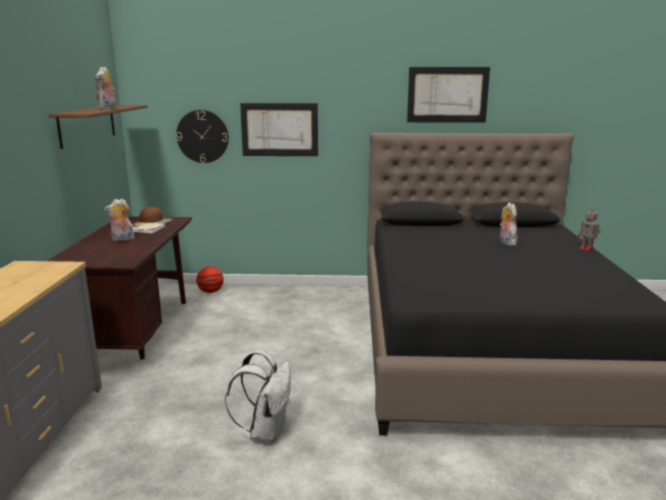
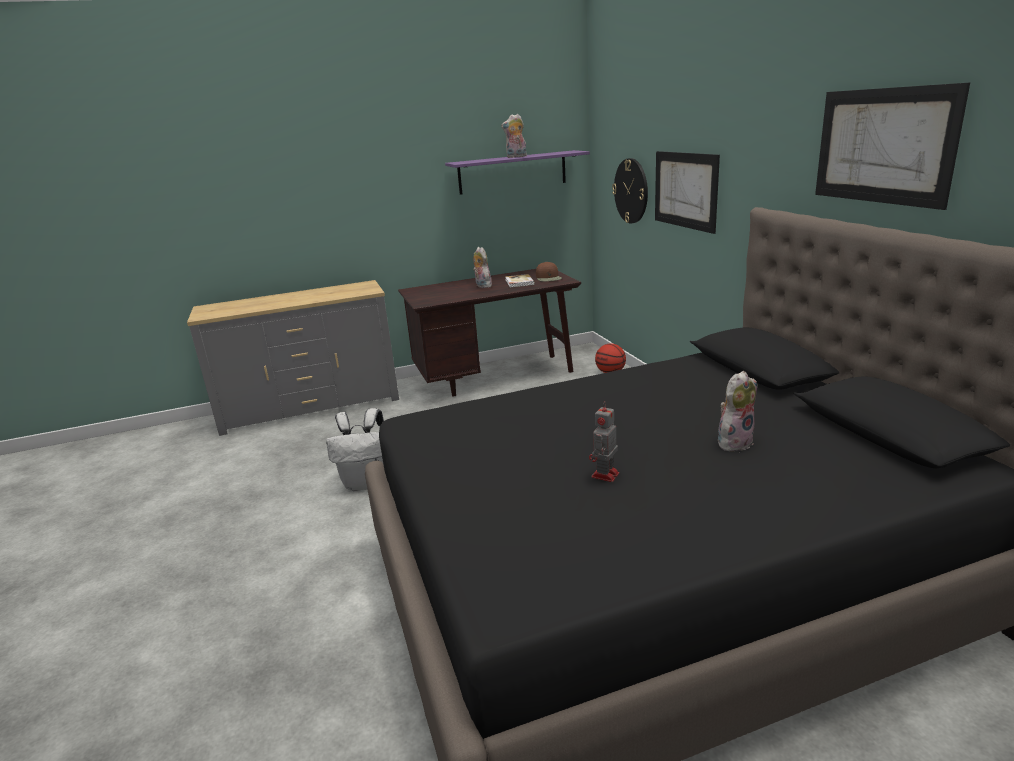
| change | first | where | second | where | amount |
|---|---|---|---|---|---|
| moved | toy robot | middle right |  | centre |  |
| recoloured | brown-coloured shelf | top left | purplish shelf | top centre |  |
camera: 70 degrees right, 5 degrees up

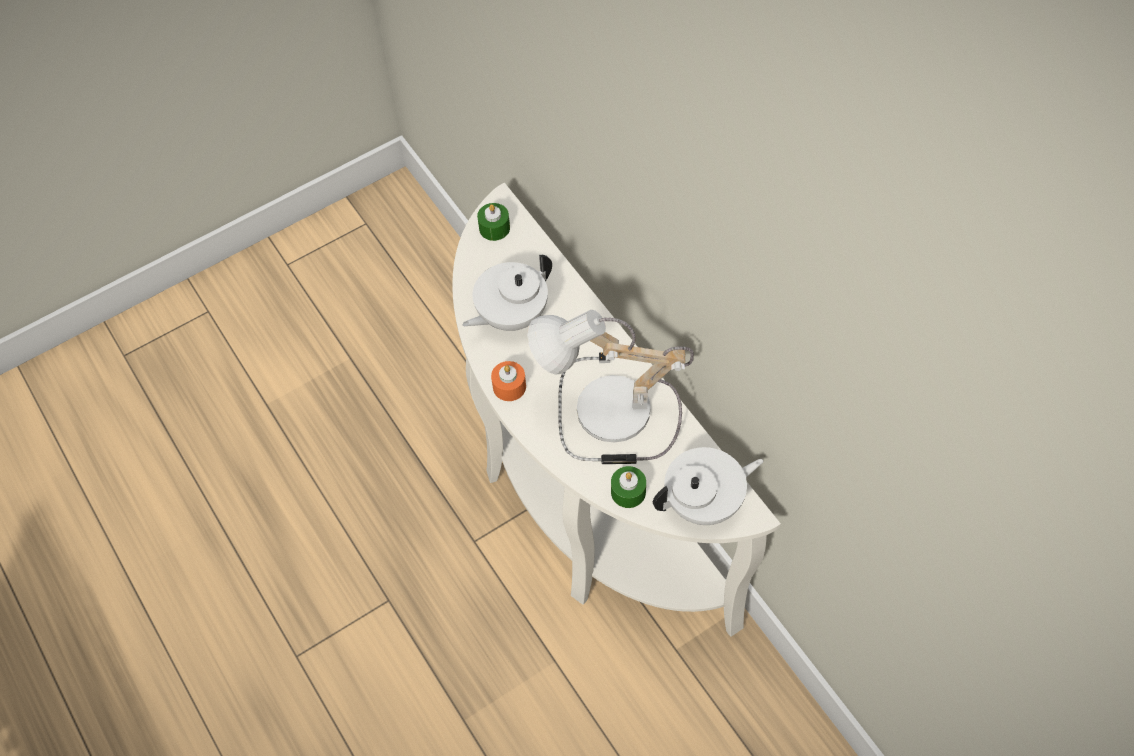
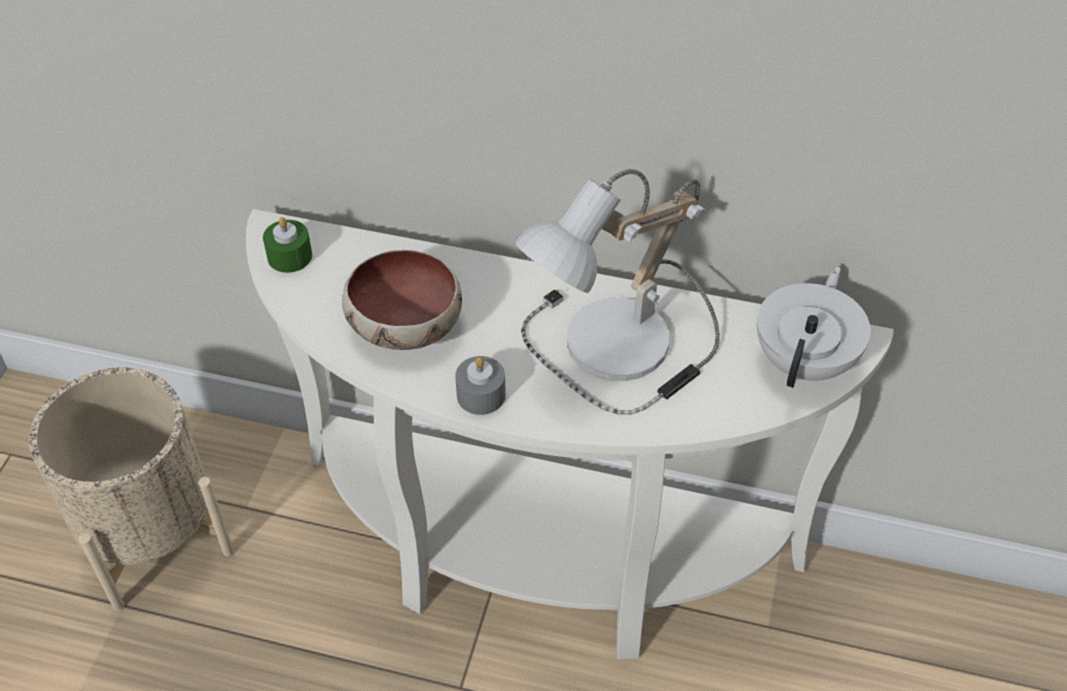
| change | first | where | second | where | amount |
|---|---|---|---|---|---|
| removed | green wax candle (2nd from left) | centre |  |  |  |
| added |  |  | sand-coloured planter | bottom left |  |
| replaced | white-coloured pot for tea (1st from left) | centre | serving bowl | centre |  |
| recoloured | orangey wax candle | centre | grey wax candle | centre |  |
camera: 45 degrees left, 10 degrees down

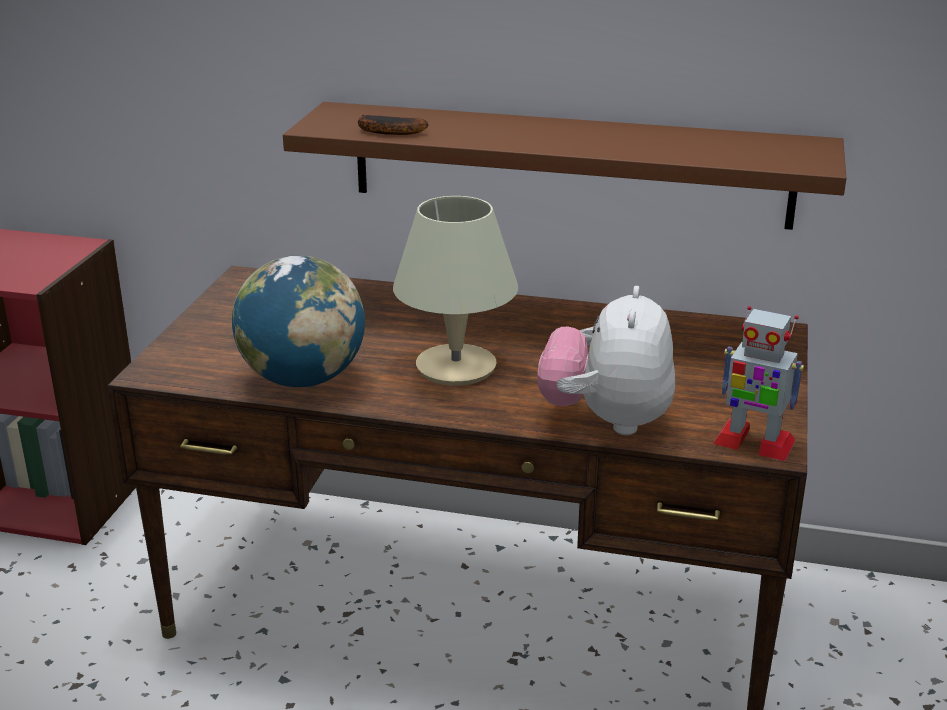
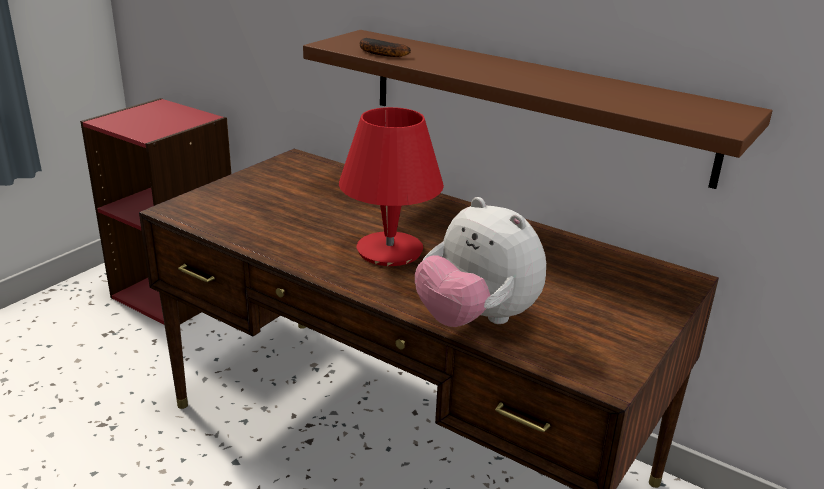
| change | first | where | second | where | amount |
|---|---|---|---|---|---|
| removed | globe | middle left |  |  |  |
| removed | toy robot | middle right |  |  |  |
| recoloured | sand-coloured table lamp | centre | reddish table lamp | centre |  |
| turned | cuddly toy | centre |  | centre | 75 degrees counterclockwise |
camera: 20 degrees right, 0 degrees up

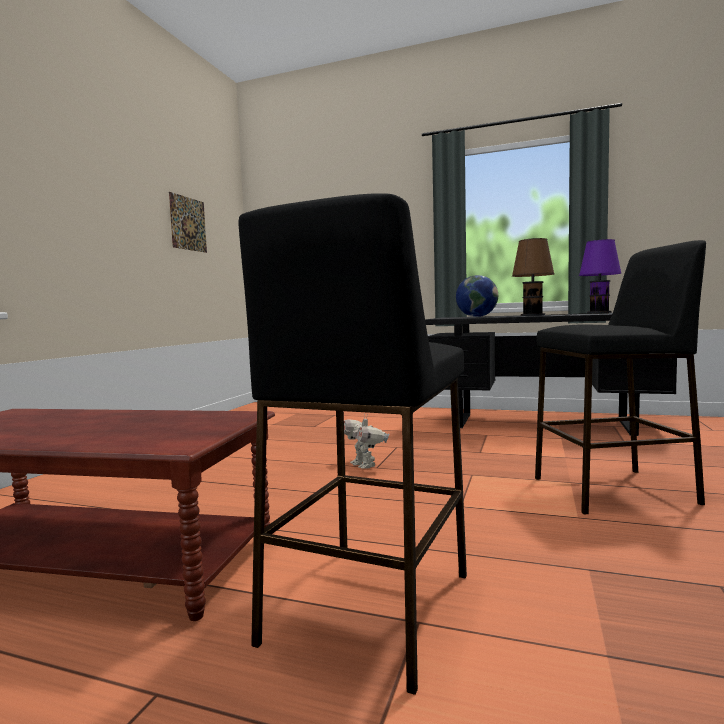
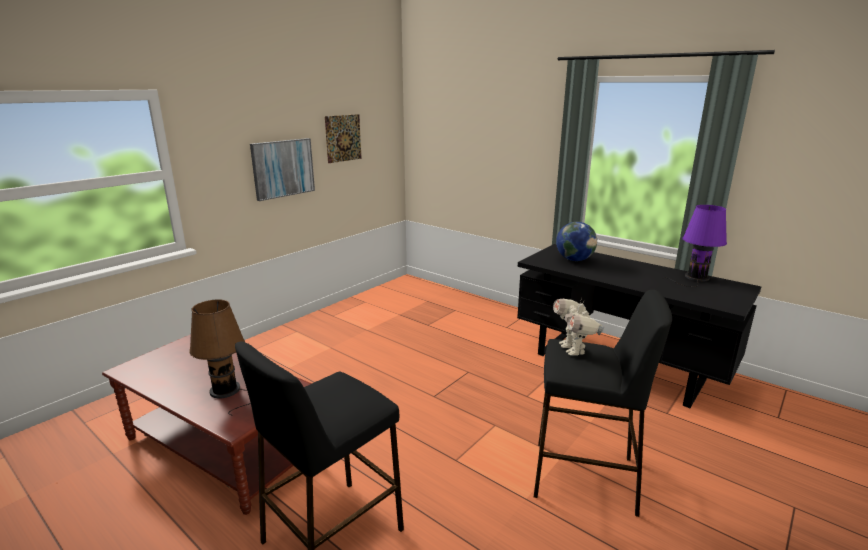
| change | first | where | second | where | amount |
|---|---|---|---|---|---|
| added |  |  | wall art (1st from left) | top left |  |
| moved | toy robot | centre |  | middle right |  |
| moved | brown-coloured table lamp | middle right |  | middle left |  |
camera: 20 degrees right, 15 degrees up

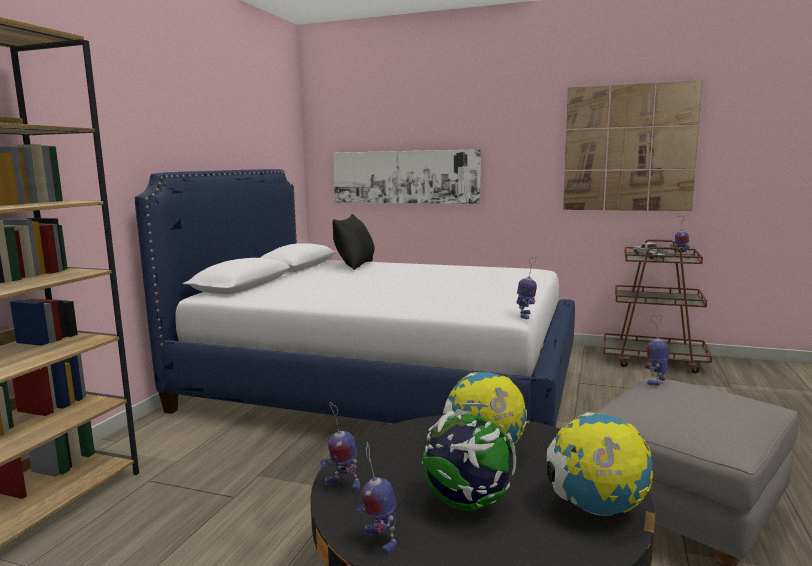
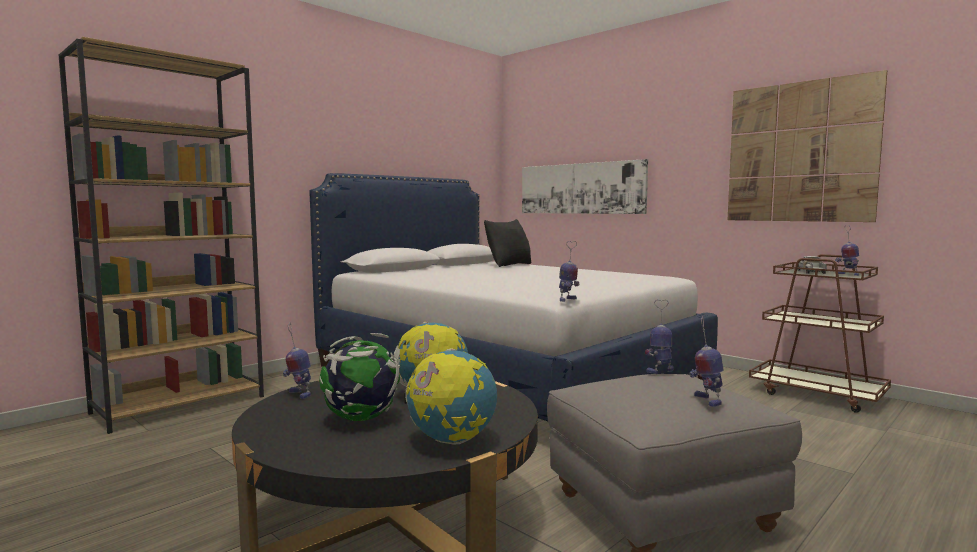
| change | first | where | second | where | amount |
|---|---|---|---|---|---|
| moved | toy robot (2nd from left in the first image) | bottom centre | toy robot (4th from left) | middle right |  |
camera: 25 degrees right, 5 degrees down

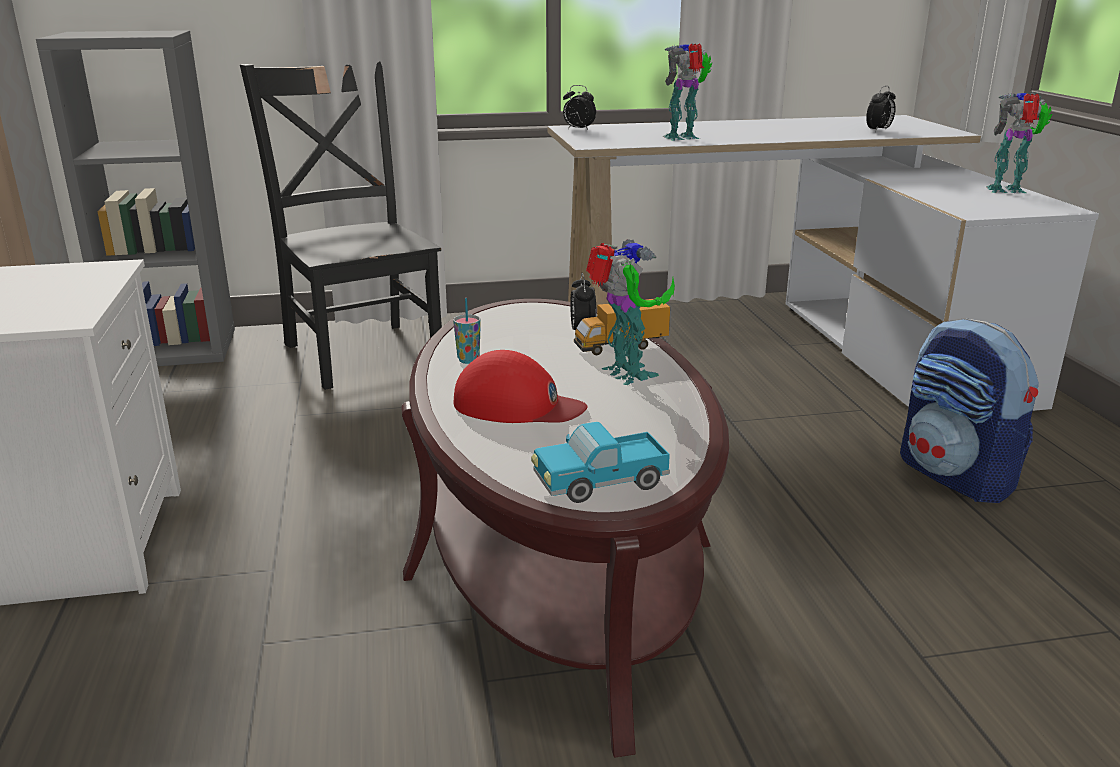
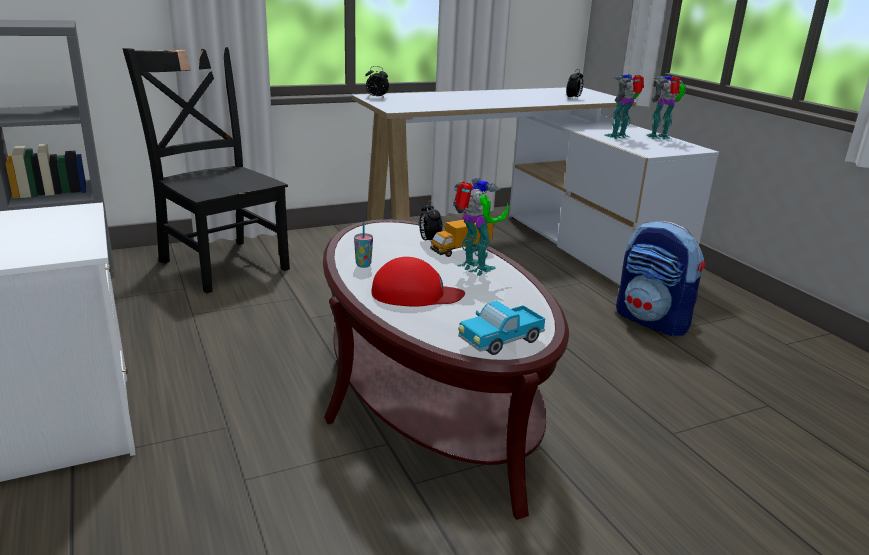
| change | first | where | second | where | amount |
|---|---|---|---|---|---|
| moved | toy robot (2nd from left) | top centre |  | top right |  |
camera: 15 degrees left, 0 degrees up

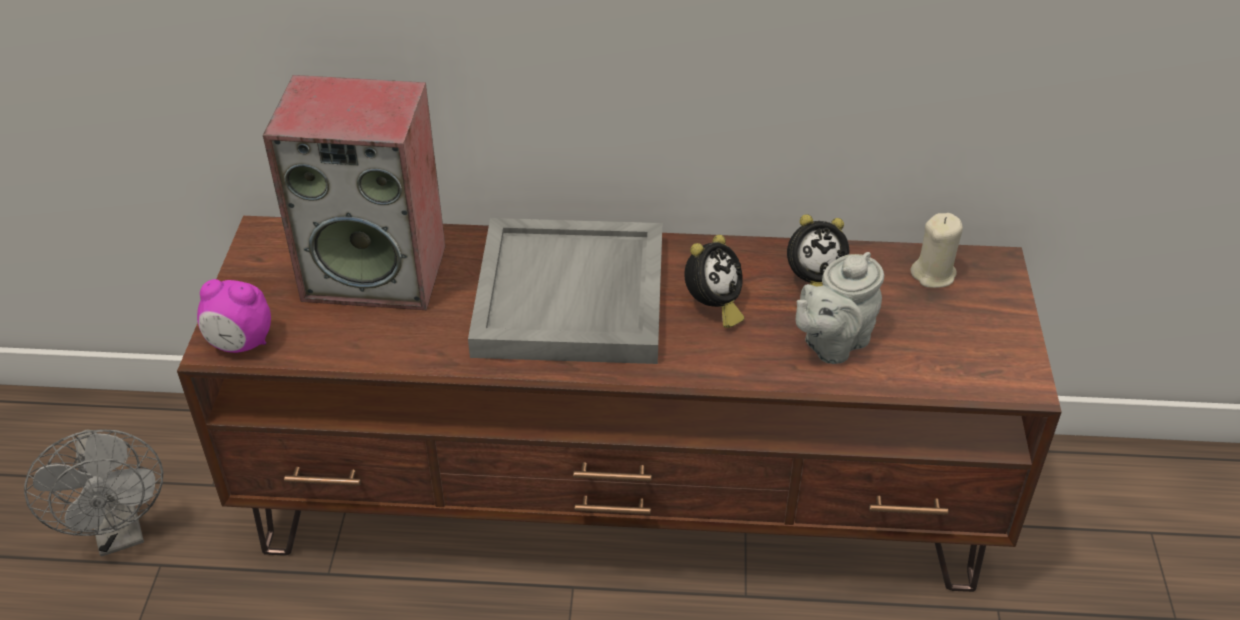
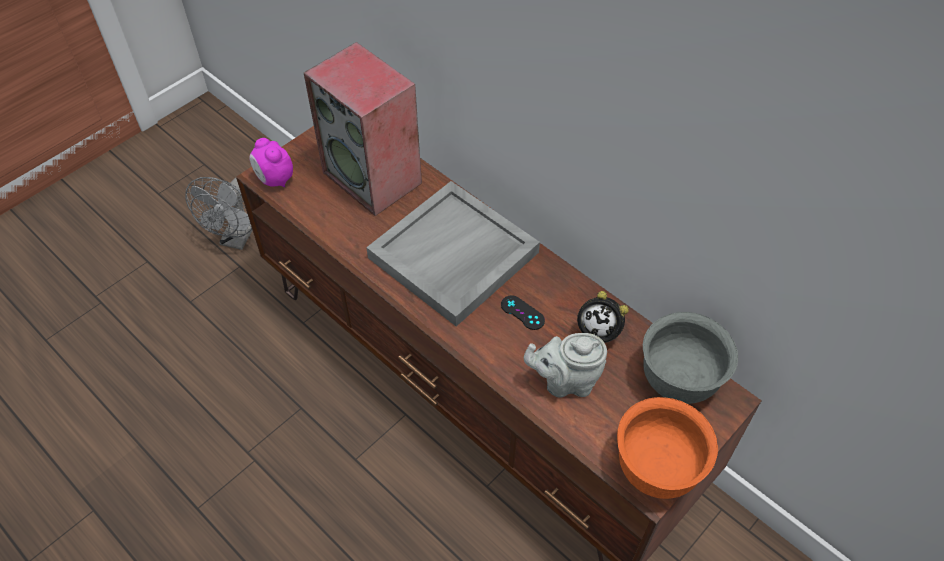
| change | first | where | second | where | amount |
|---|---|---|---|---|---|
| added |  |  | orangey serving bowl | bottom right |  |
| replaced | bedside clock (2nd from left) | centre | blackish gamepad | centre |  |
| replaced | sand-coloured wax candle | middle right | grey serving bowl | middle right |  |
camera: 40 degrees right, 10 degrees up

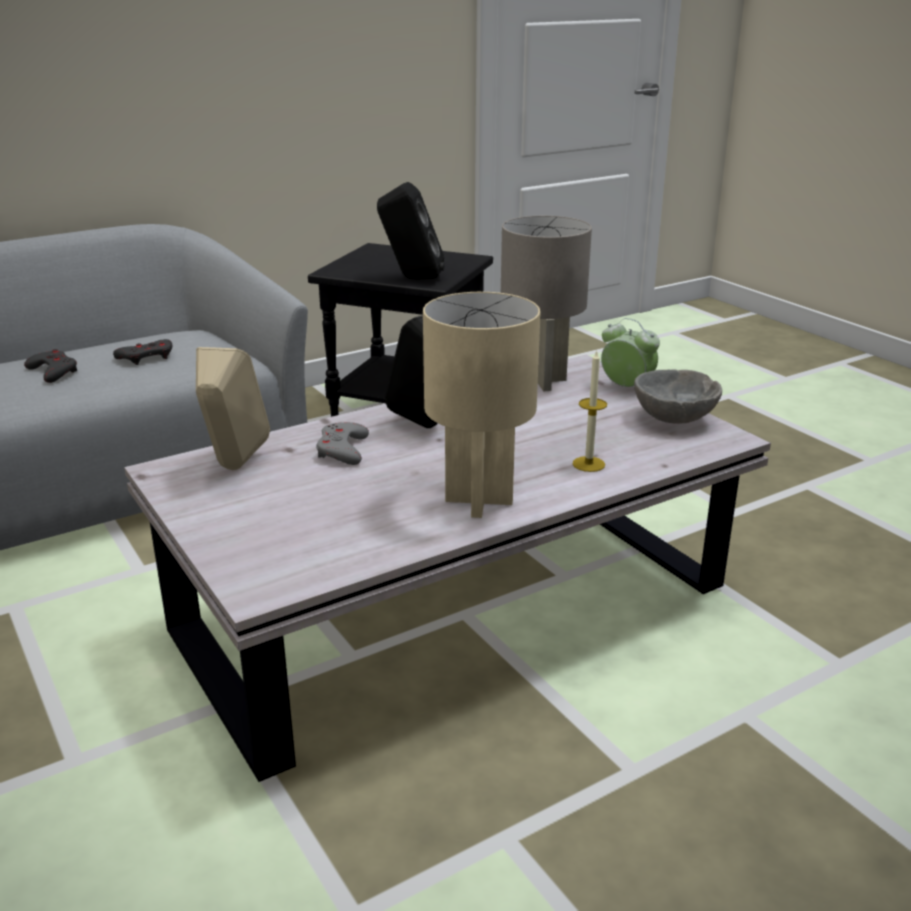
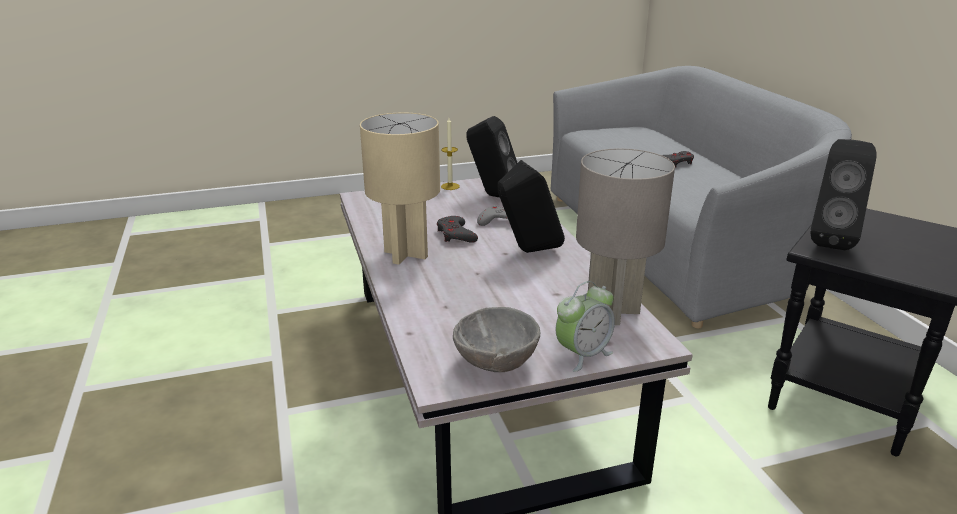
| change | first | where | second | where | amount |
|---|---|---|---|---|---|
| moved | grey gamepad (2nd from left in the first image) | middle left | grey gamepad (1st from left) | centre |  |
| moved | wax candle | centre |  | top centre |  |
| recoloured | sand-coloured speaker | middle left | blackish speaker (1st from left) | top centre |  |
camera: 105 degrees right, 0 degrees up

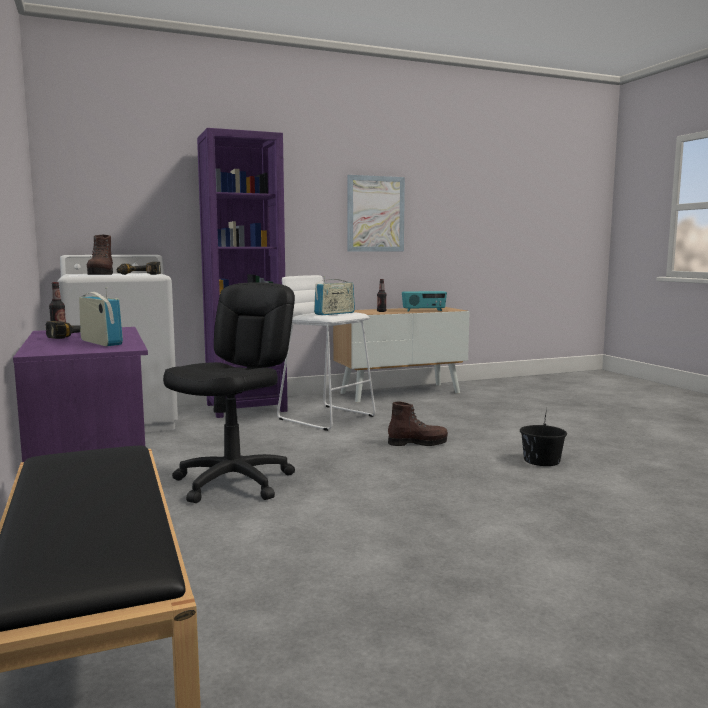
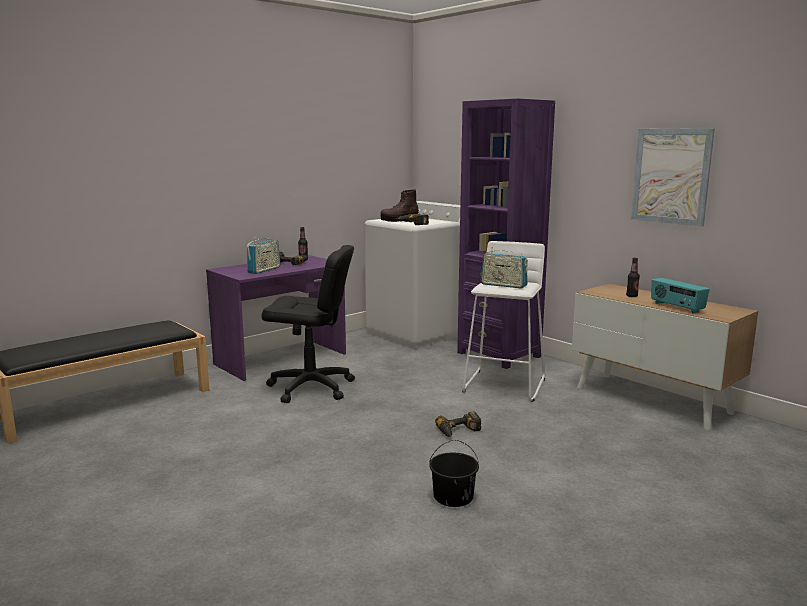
| change | first | where | second | where | amount |
|---|---|---|---|---|---|
| replaced | brown-coloured boot (2nd from left) | centre | power drill (3rd from left) | bottom centre |  |
camera: 70 degrees right, 5 degrees up

